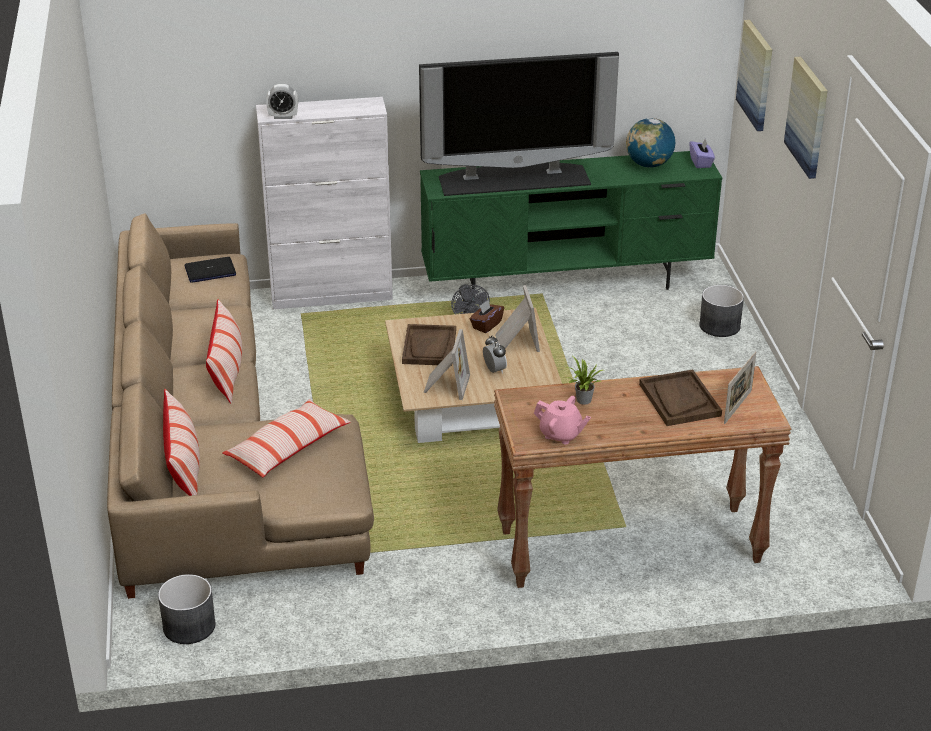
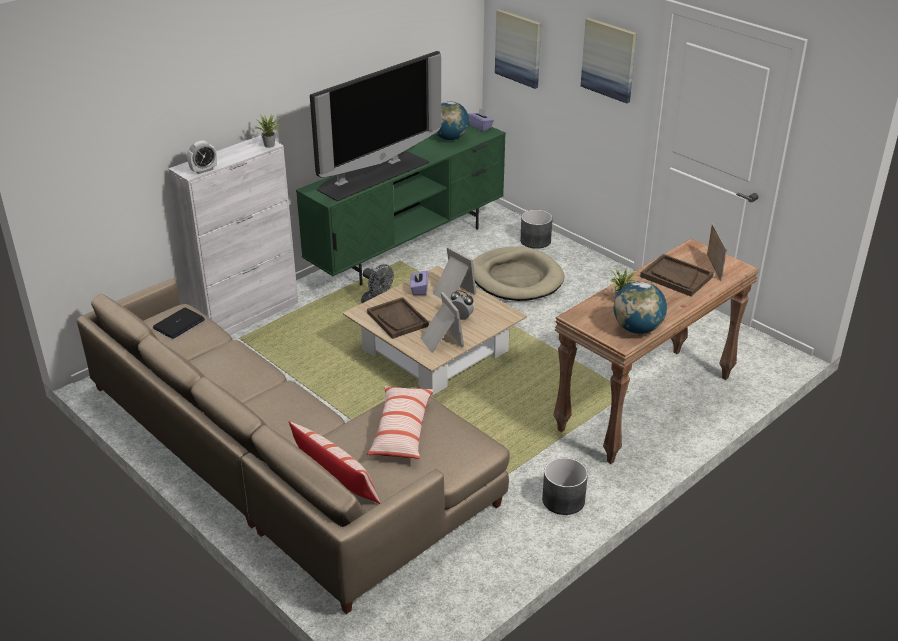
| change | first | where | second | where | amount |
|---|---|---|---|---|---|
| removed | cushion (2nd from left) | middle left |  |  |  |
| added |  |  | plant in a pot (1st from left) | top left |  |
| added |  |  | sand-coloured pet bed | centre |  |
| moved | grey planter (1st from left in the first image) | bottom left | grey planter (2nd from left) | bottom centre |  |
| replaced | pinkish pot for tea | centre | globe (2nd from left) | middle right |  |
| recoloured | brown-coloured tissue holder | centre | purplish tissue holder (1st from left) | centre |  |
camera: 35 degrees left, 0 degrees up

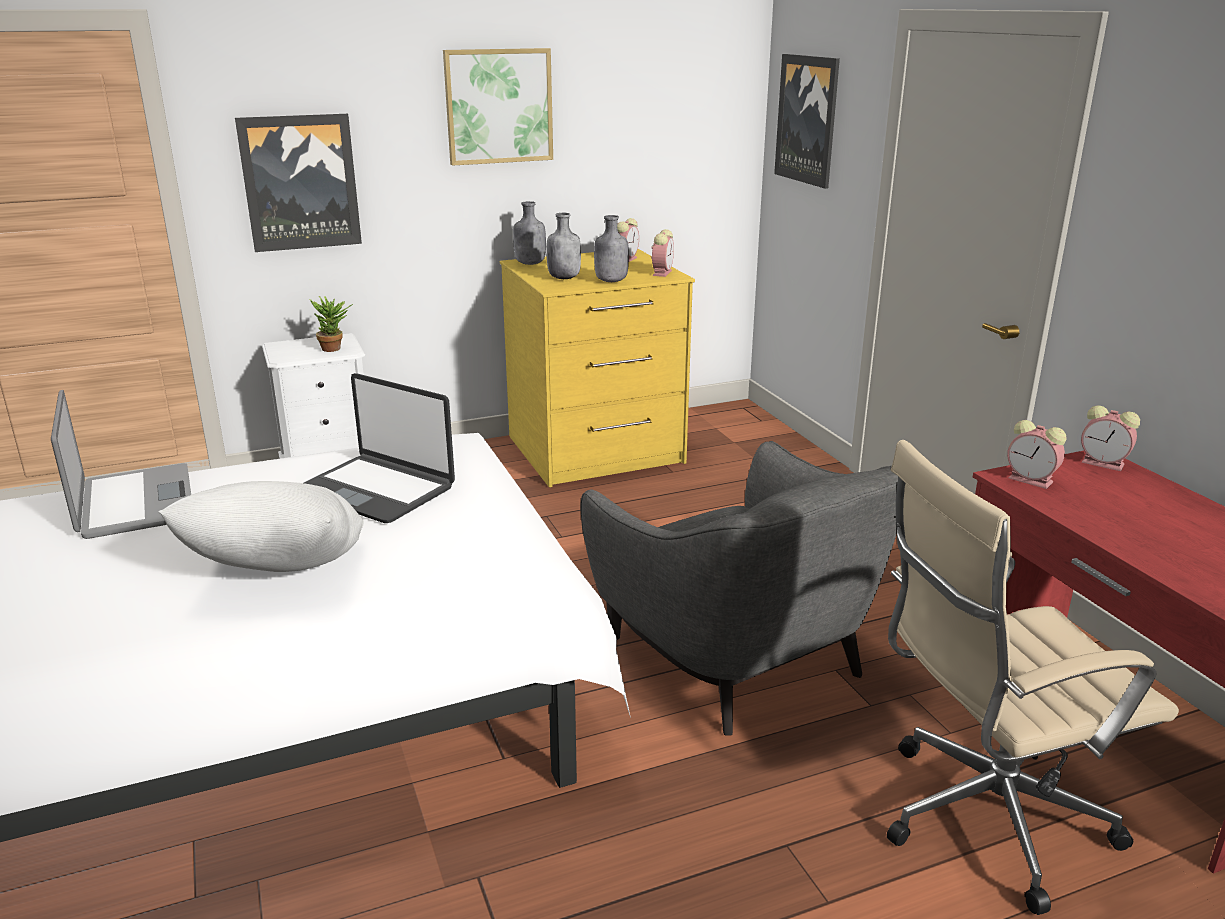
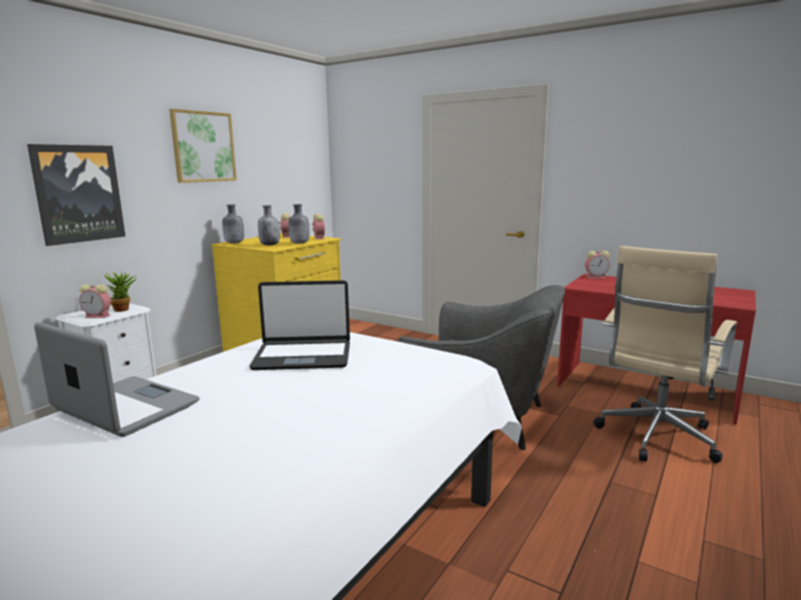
| change | first | where | second | where | amount |
|---|---|---|---|---|---|
| removed | white-coloured cushion | middle left |  |  |  |
| removed | wall art (3rd from left) | top centre |  |  |  |
| moved | bedside clock (3rd from left in the first image) | middle right | bedside clock (1st from left) | middle left |  |
camera: 35 degrees left, 10 degrees down

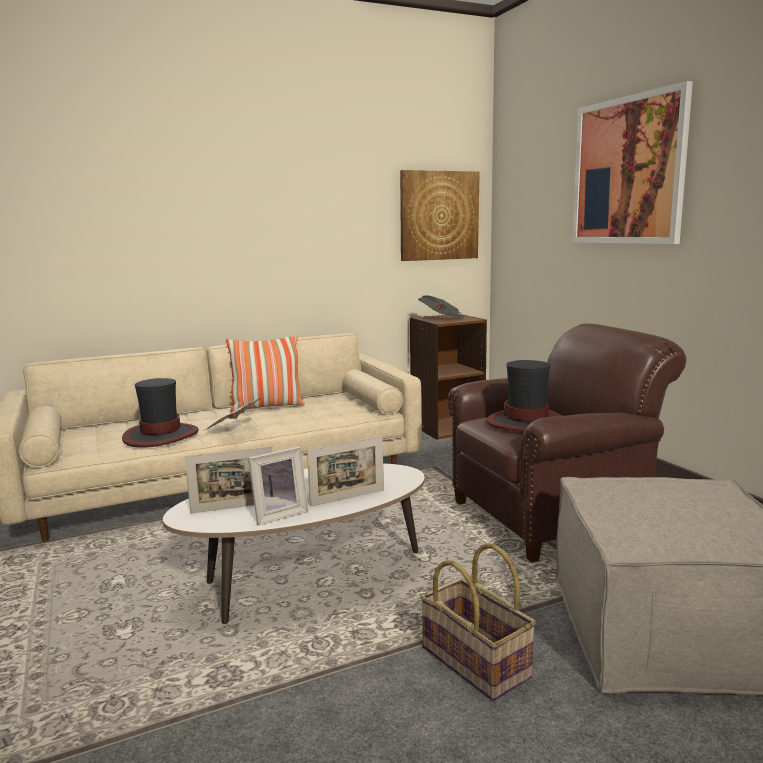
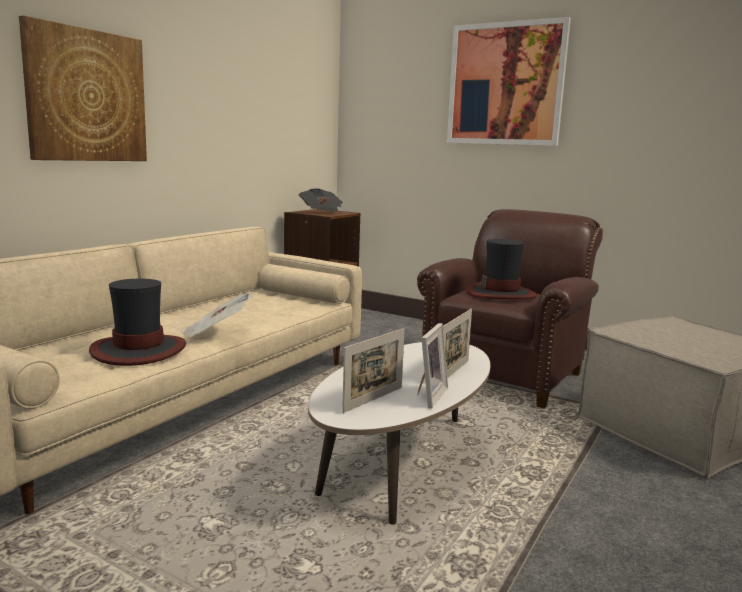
| change | first | where | second | where | amount |
|---|---|---|---|---|---|
| removed | cushion | centre |  |  |  |
| removed | basket | bottom centre |  |  |  |
| moved | wall art (1st from left) | top centre |  | top left |  |
camera: 35 degrees left, 0 degrees up

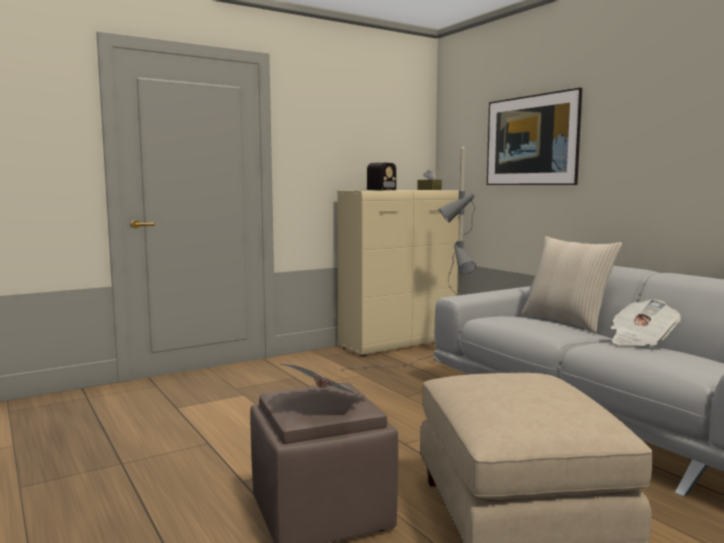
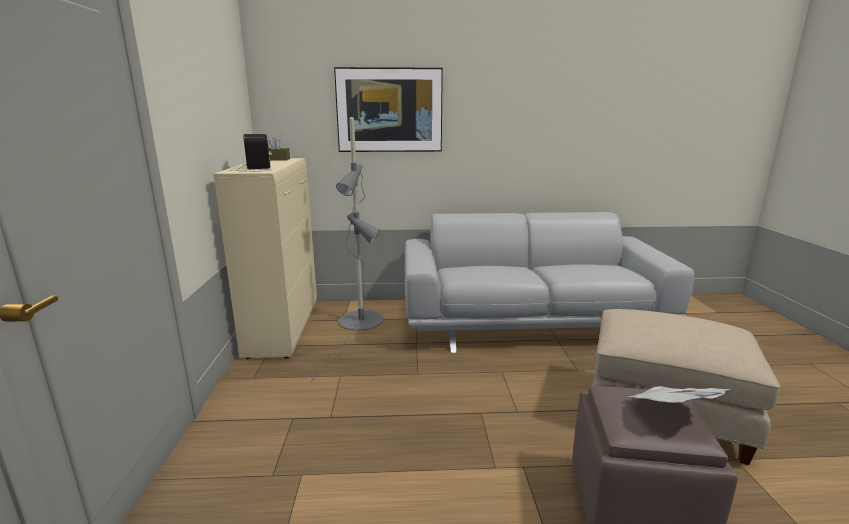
| change | first | where | second | where | amount |
|---|---|---|---|---|---|
| removed | sand-coloured cushion | middle right |  |  |  |
| removed | daily paper (2nd from left) | middle right |  |  |  |
camera: 60 degrees left, 10 degrees up

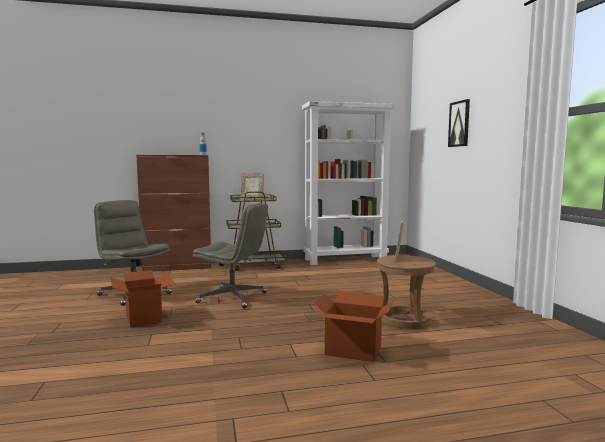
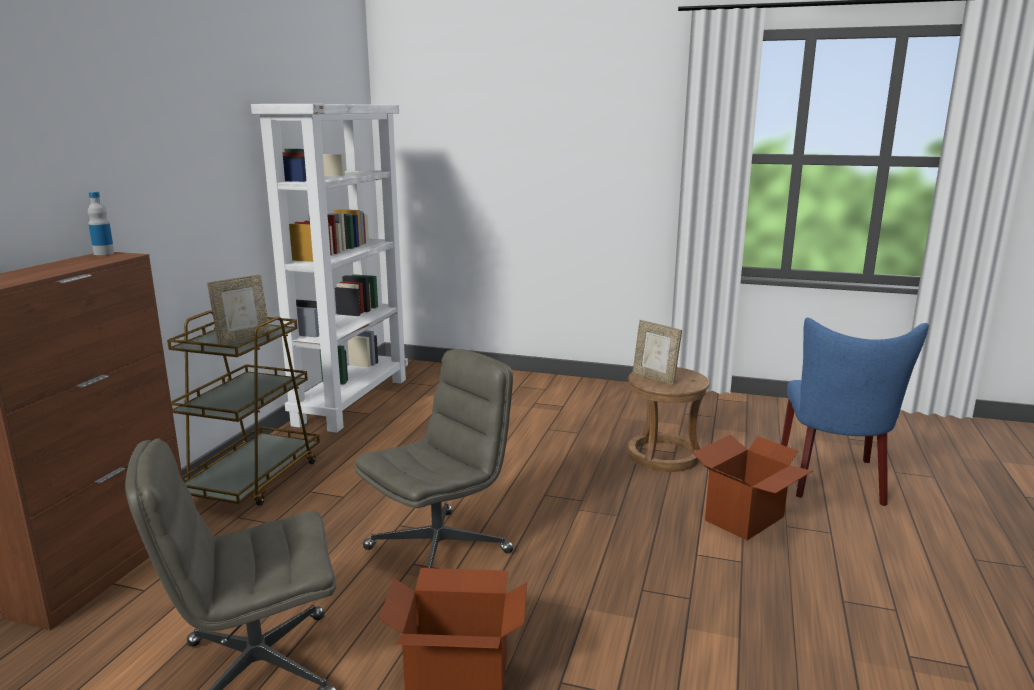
| change | first | where | second | where | amount |
|---|---|---|---|---|---|
| removed | wall art | top right |  |  |  |
| added |  |  | bluish chair | middle right |  |
camera: 60 degrees left, 10 degrees up

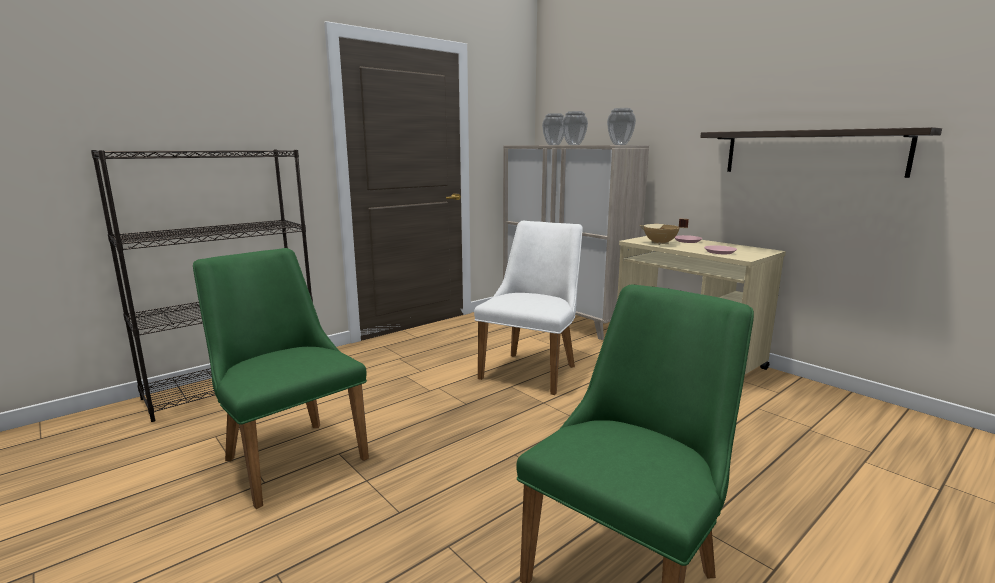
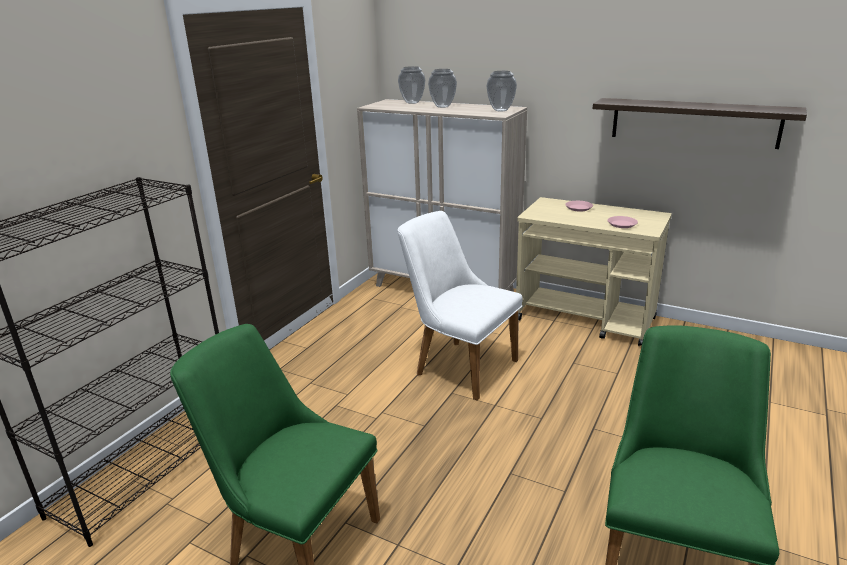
| change | first | where | second | where | amount |
|---|---|---|---|---|---|
| removed | sand-coloured saucepot | middle right |  |  |  |
| turned | white-coloured chair | centre |  | centre | 60 degrees counterclockwise |
camera: 20 degrees left, 10 degrees up

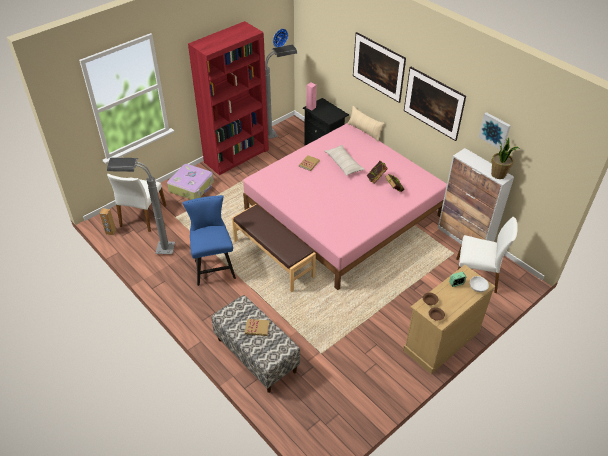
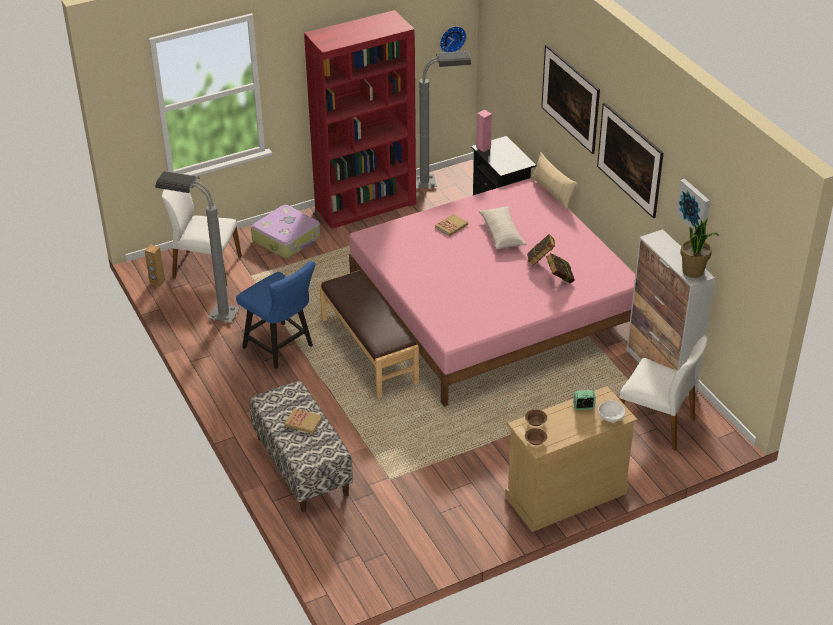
| change | first | where | second | where | amount |
|---|---|---|---|---|---|
| turned | white-coloured chair (1st from left) | middle left |  | middle left | 75 degrees clockwise |
| turned | bluish chair | centre |  | middle left | 135 degrees clockwise |
camera: 15 degrees right, 5 degrees down

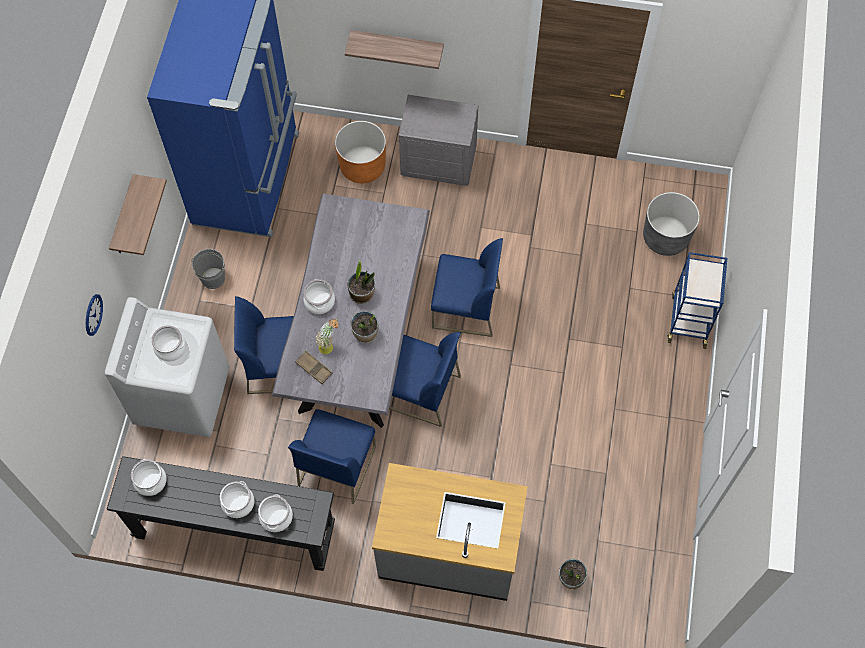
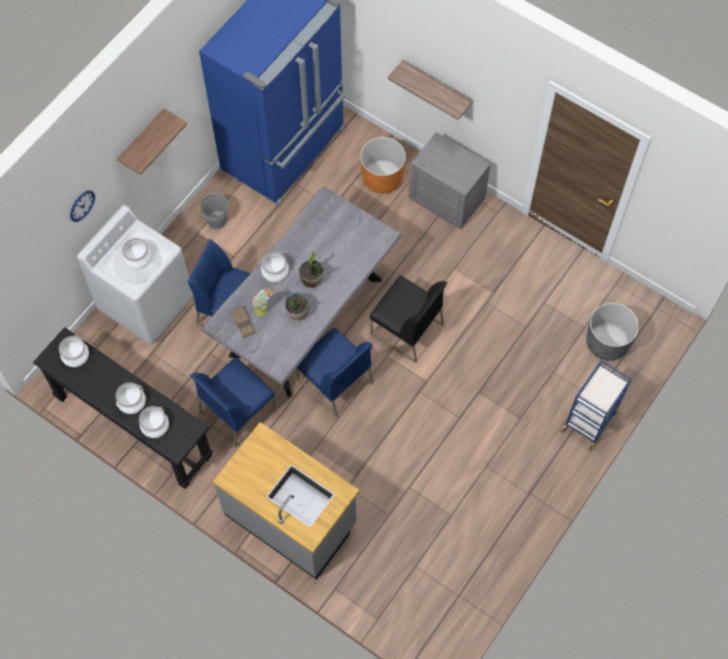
| change | first | where | second | where | amount |
|---|---|---|---|---|---|
| removed | plant in a pot (4th from left) | bottom centre |  |  |  |
| recoloured | bluish chair (4th from left) | centre | blackish chair | centre |  |
camera: 25 degrees right, 0 degrees up

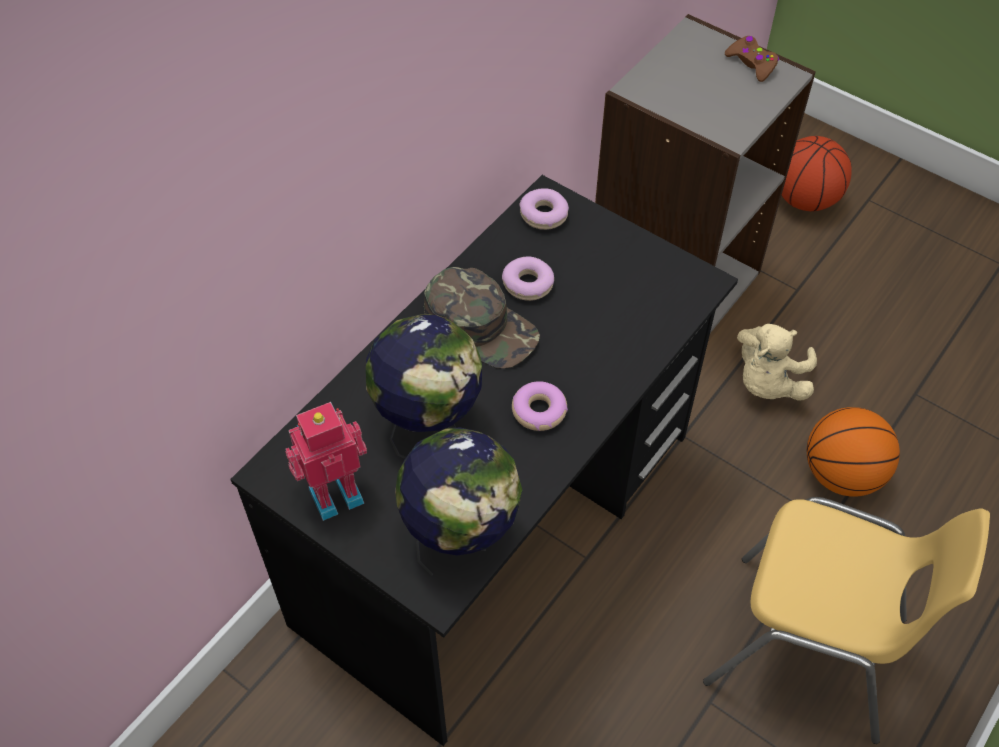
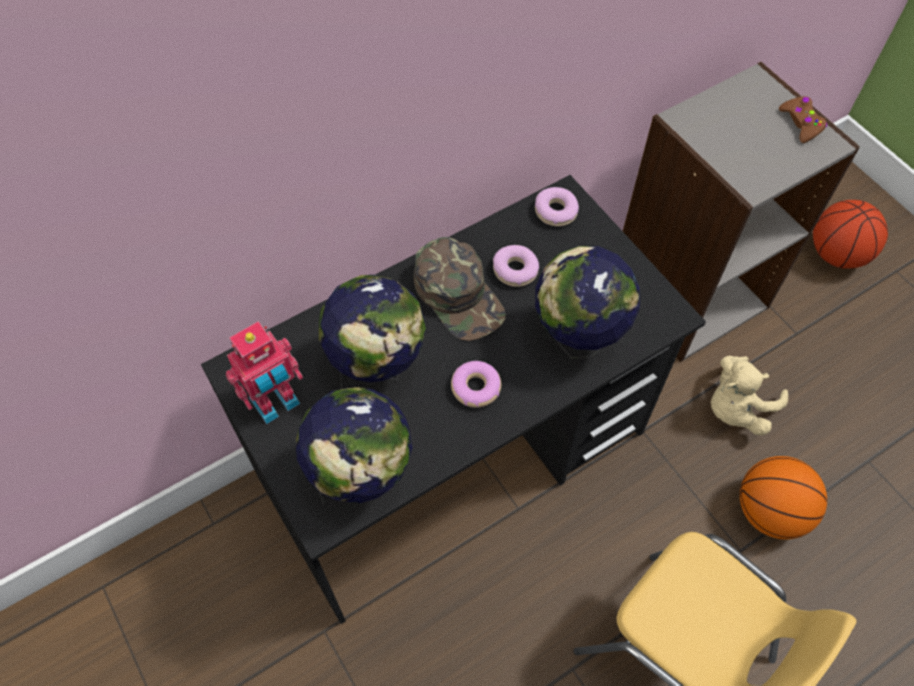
| change | first | where | second | where | amount |
|---|---|---|---|---|---|
| added |  |  | globe (3rd from left) | centre |  |
| turned | toy robot | middle left |  | middle left | 150 degrees clockwise |
camera: 20 degrees right, 5 degrees up

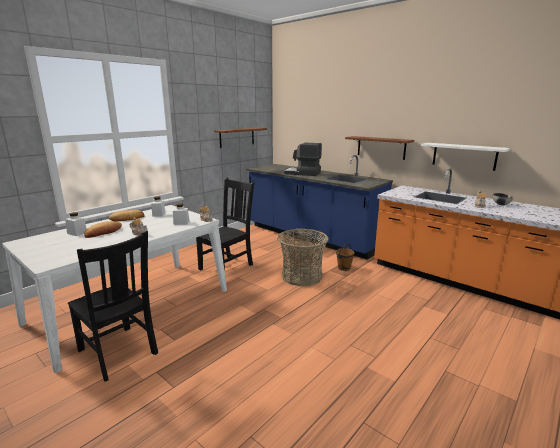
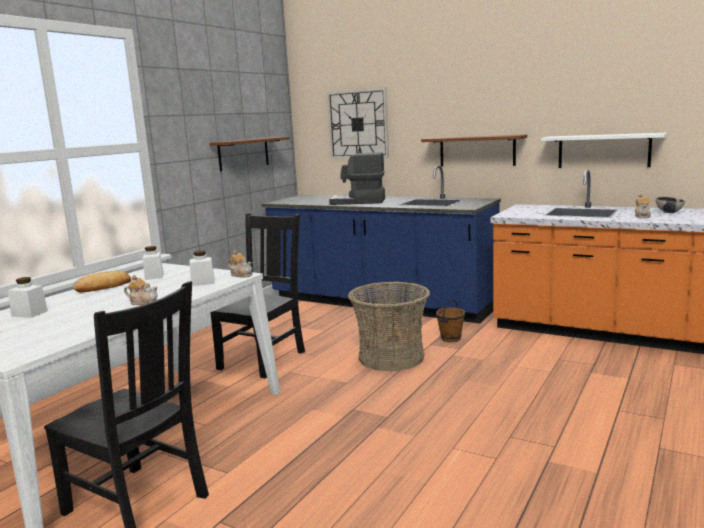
| change | first | where | second | where | amount |
|---|---|---|---|---|---|
| removed | bread (1st from left) | middle left |  |  |  |
| added |  |  | clock on the wall | top centre |  |
camera: 10 degrees left, 5 degrees down

